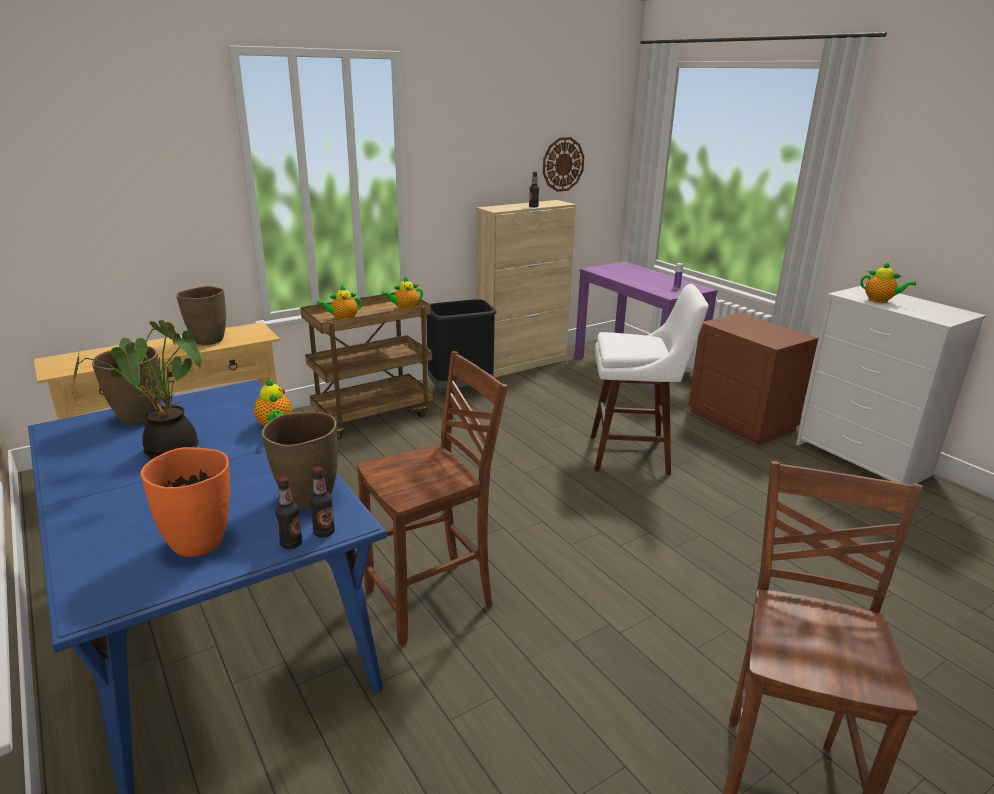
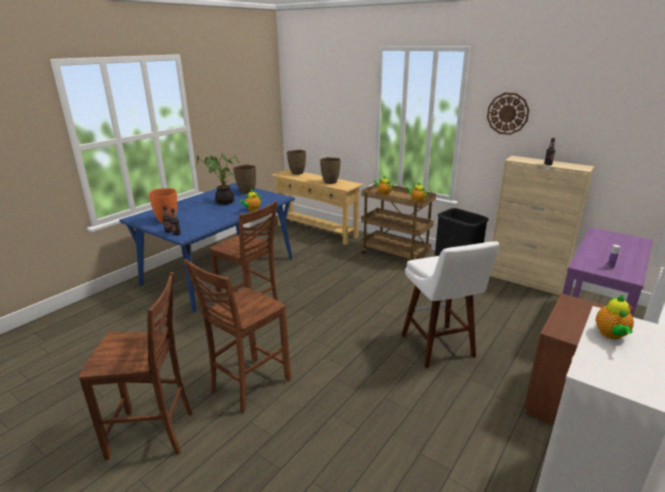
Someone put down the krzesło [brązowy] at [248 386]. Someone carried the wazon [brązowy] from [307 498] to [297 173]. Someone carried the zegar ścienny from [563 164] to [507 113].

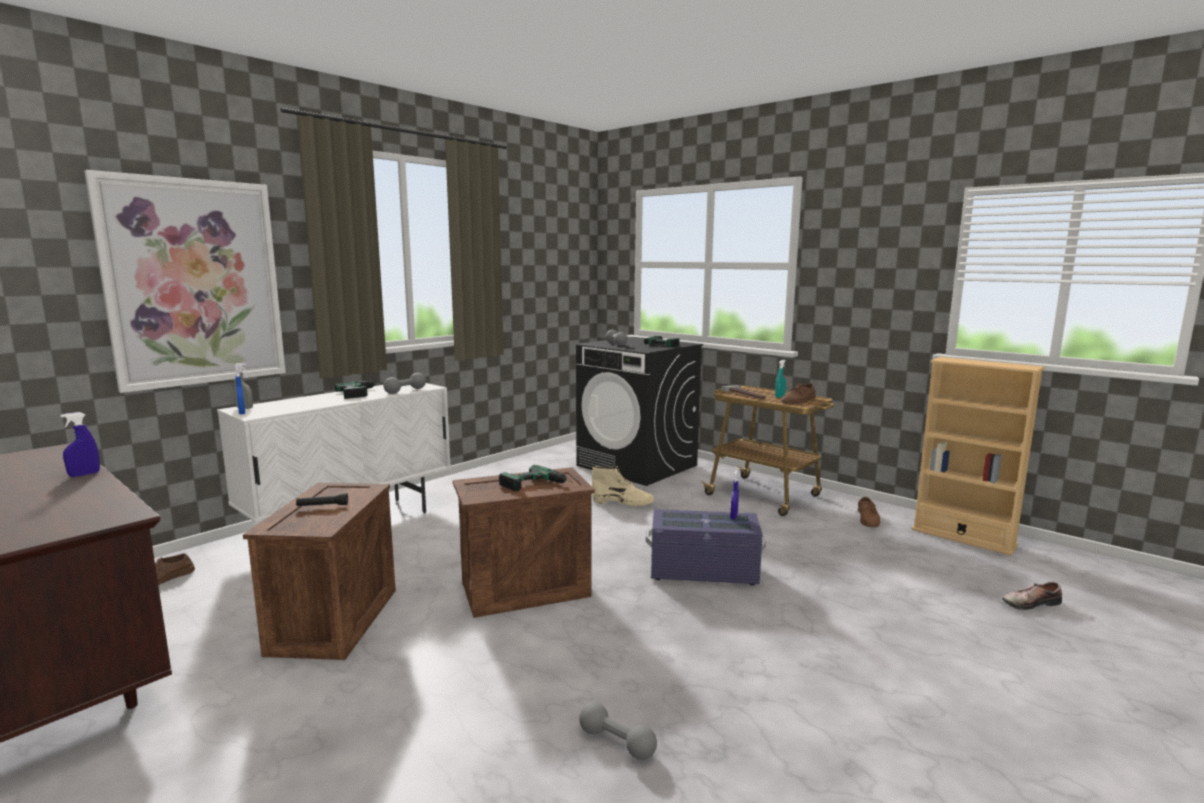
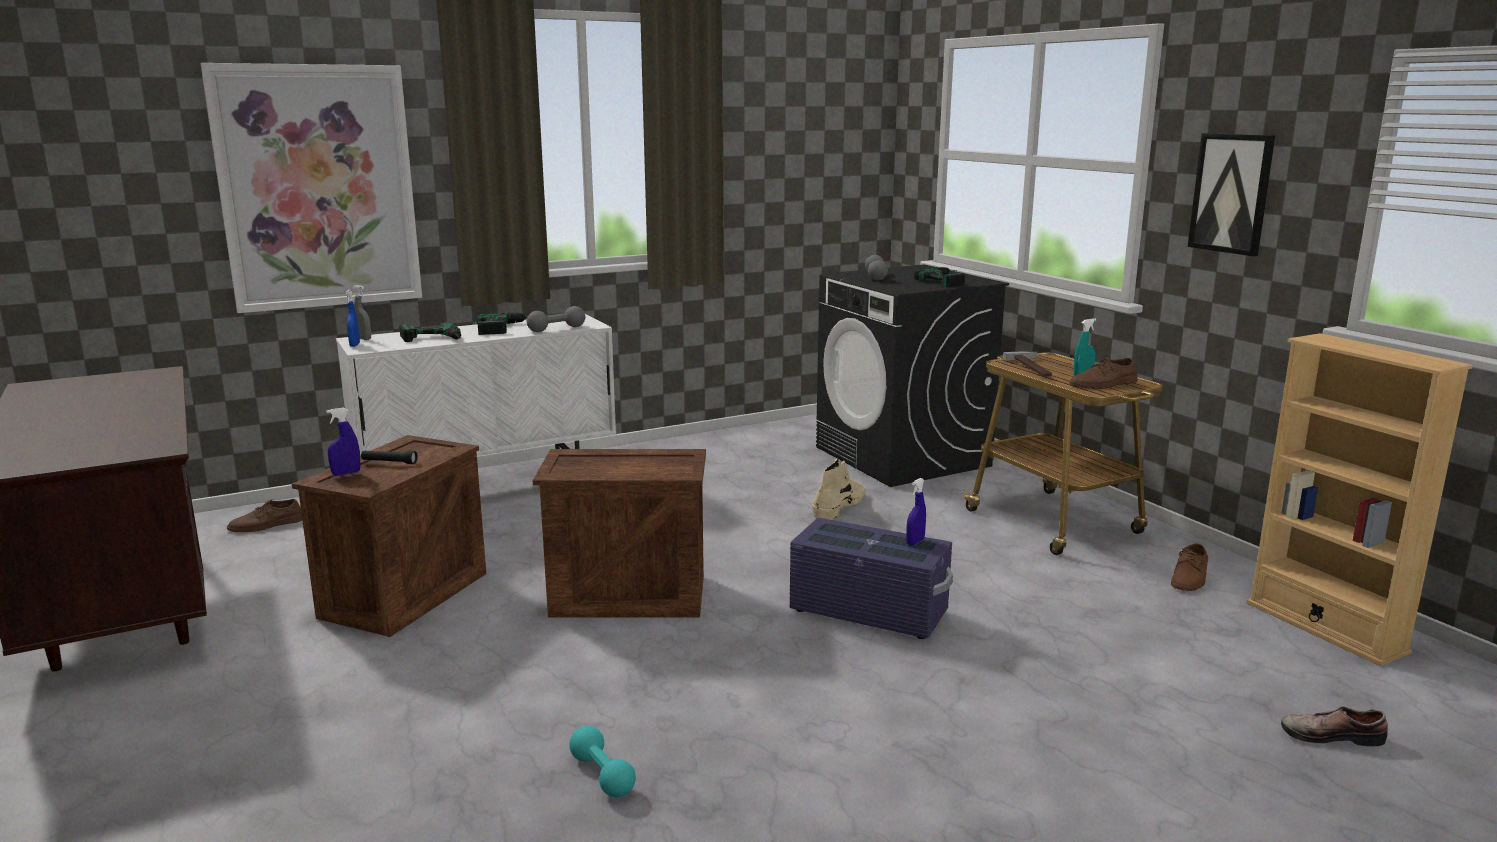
Someone carried the spryskiwacz [niebieski] from [84 474] to [346 473]. Someone carried the wiertarka from [538 486] to [433 340]. Someone repainted the hantel [szary] at [617 743], which became the hantel [turkusowy] at [602 775]. Someone rotated the but z cholewką [beżowy] at [623 502] by 90 degrees counterclockwise. Someone put up the obraz at [1231 193].

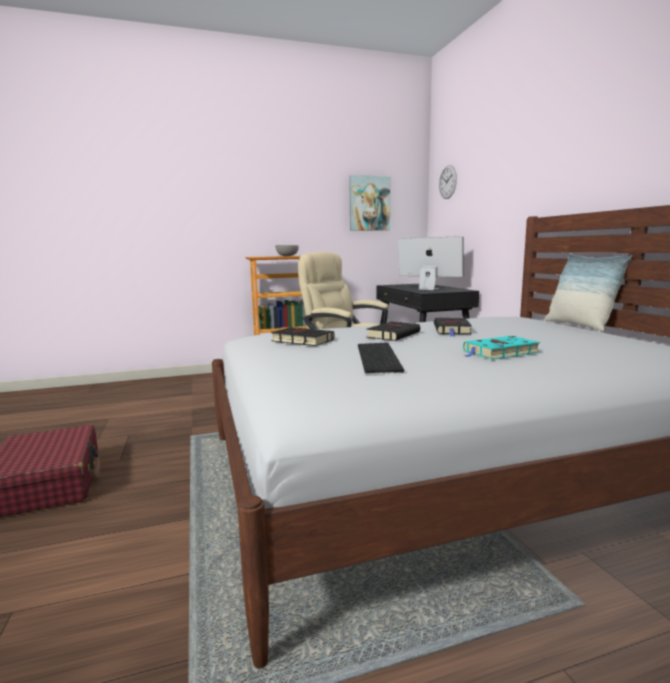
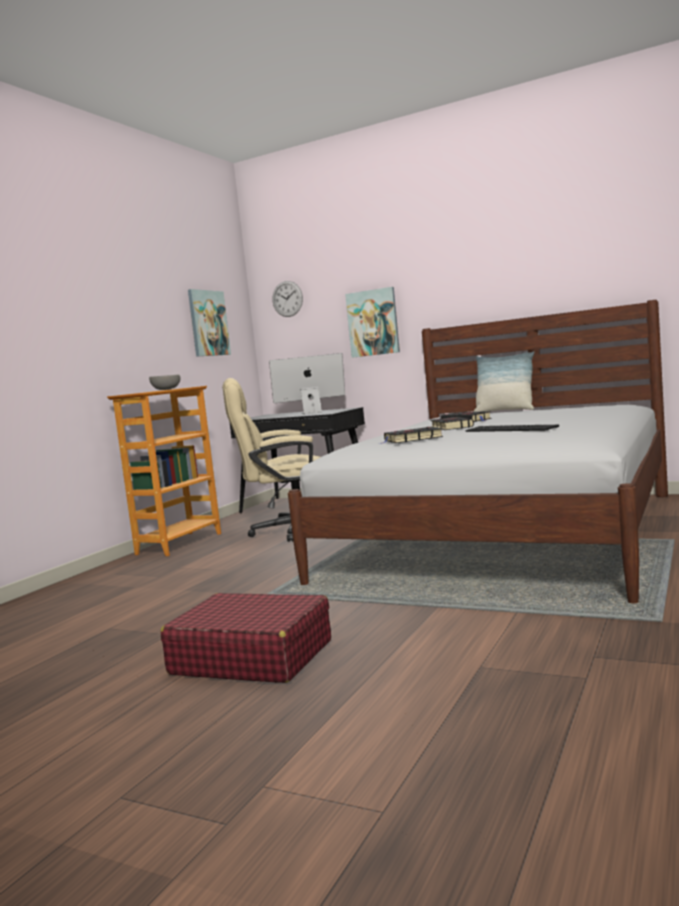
Someone put up the obraz at [373 322]. Someone took away the książka [turkusowy] at [499 352].

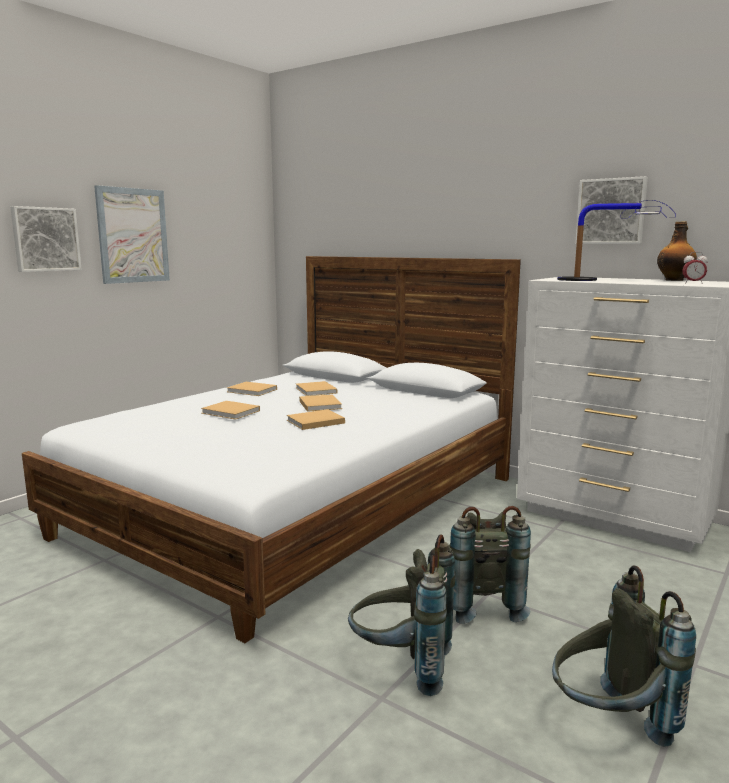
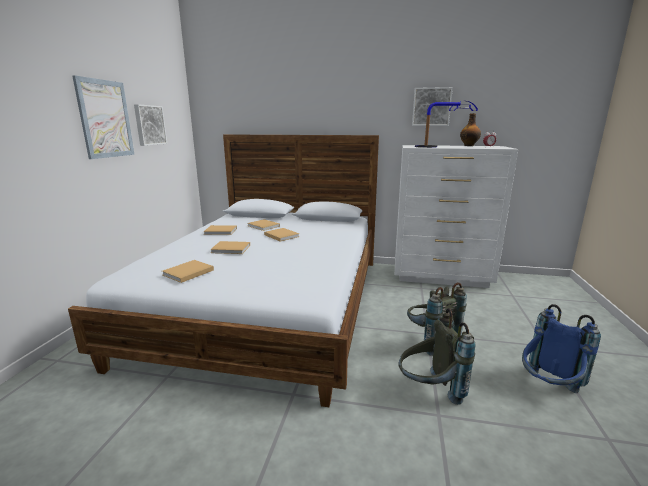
Someone carried the obraz from [45 239] to [149 125]. Someone carried the książka [beżowy] from [314 422] to [187 273]. Someone repainted the plecak [szary] at [609 724], which became the plecak [niebieski] at [547 390].

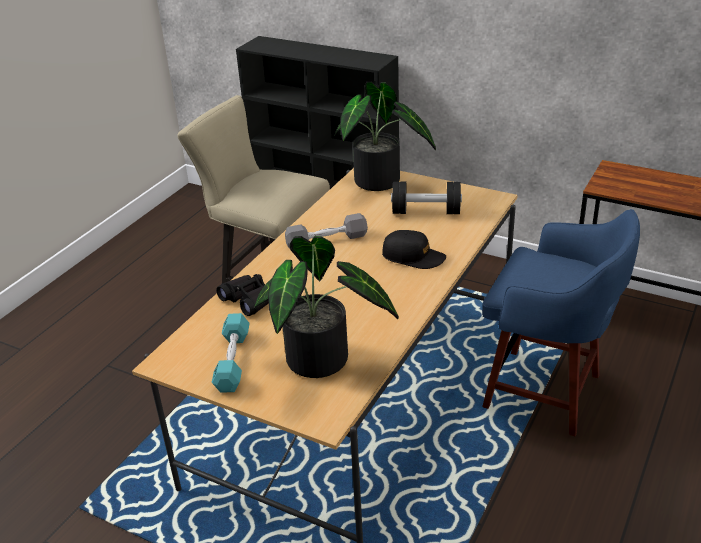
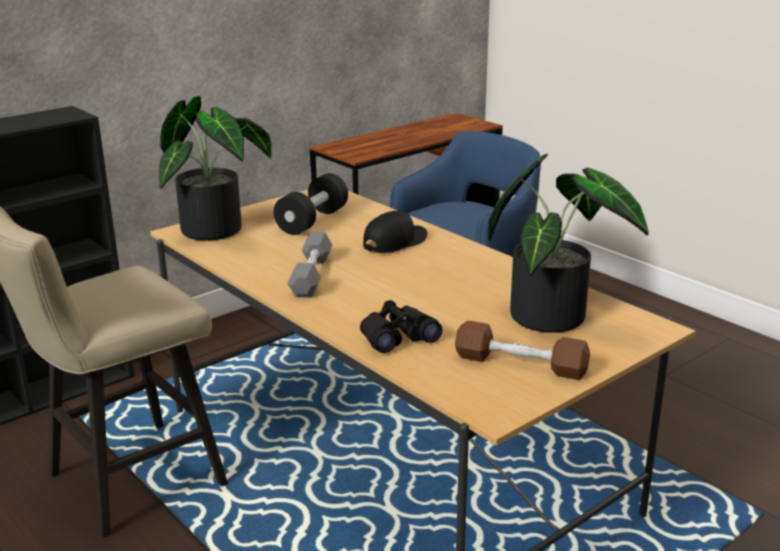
Someone repainted the hantel [turkusowy] at [233 361], which became the hantel [brązowy] at [520 364].

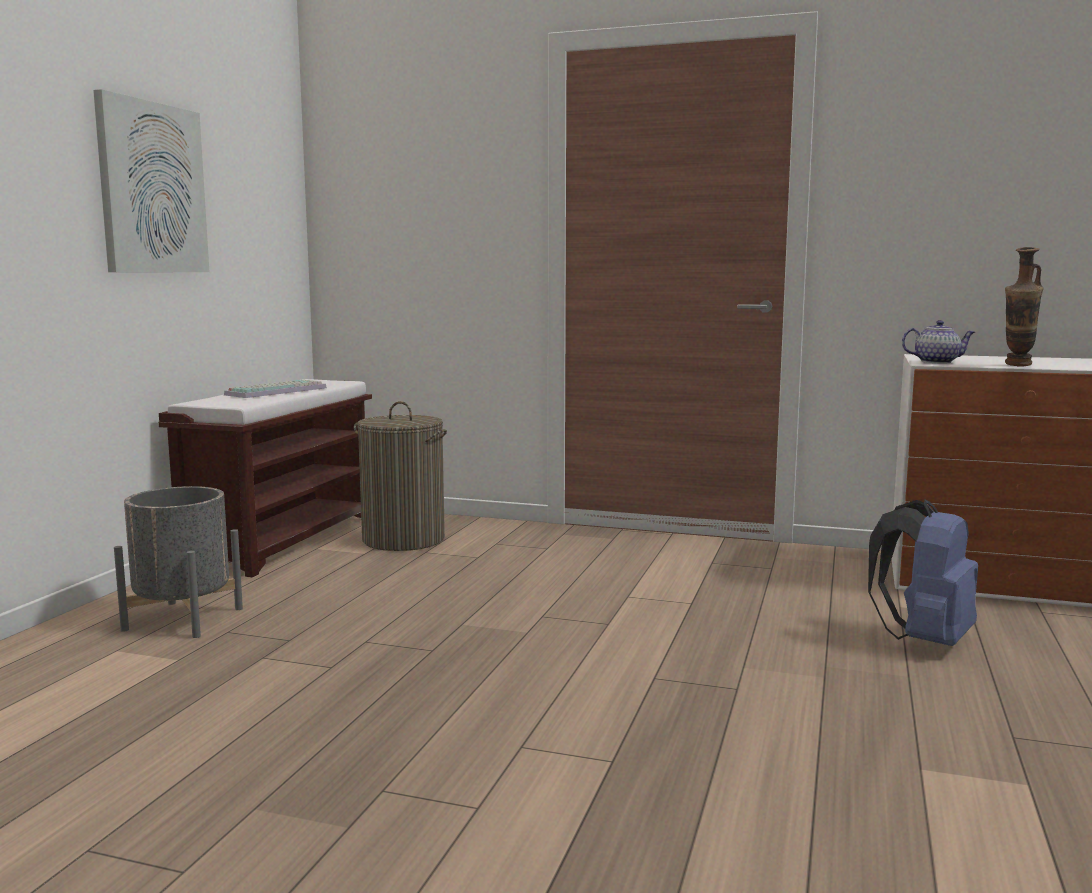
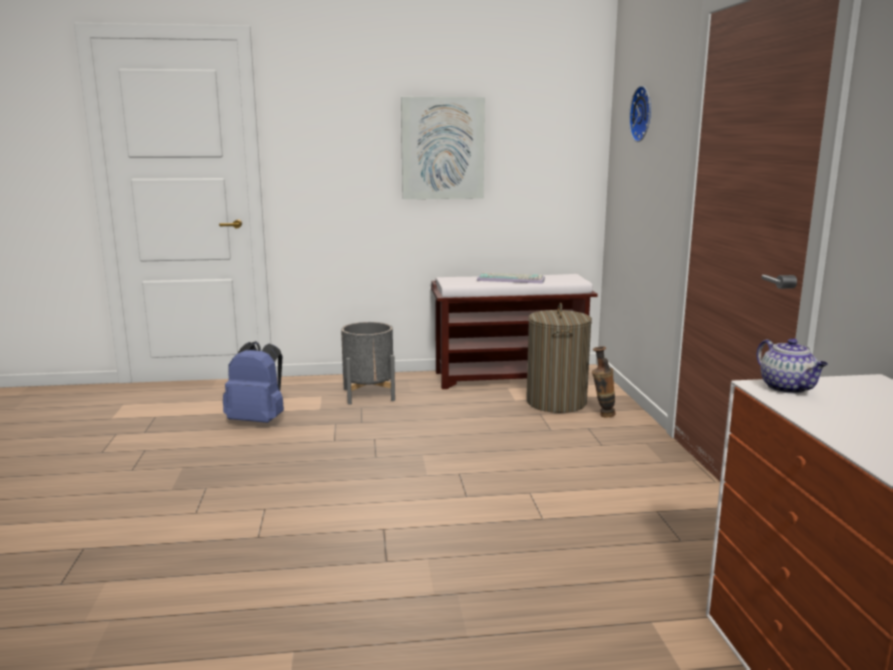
Someone carried the plecak [niebieski] from [924 639] to [258 421]. Someone carried the wazon from [1017 366] to [602 415]. Someone put up the zegar ścienny at [643 114].

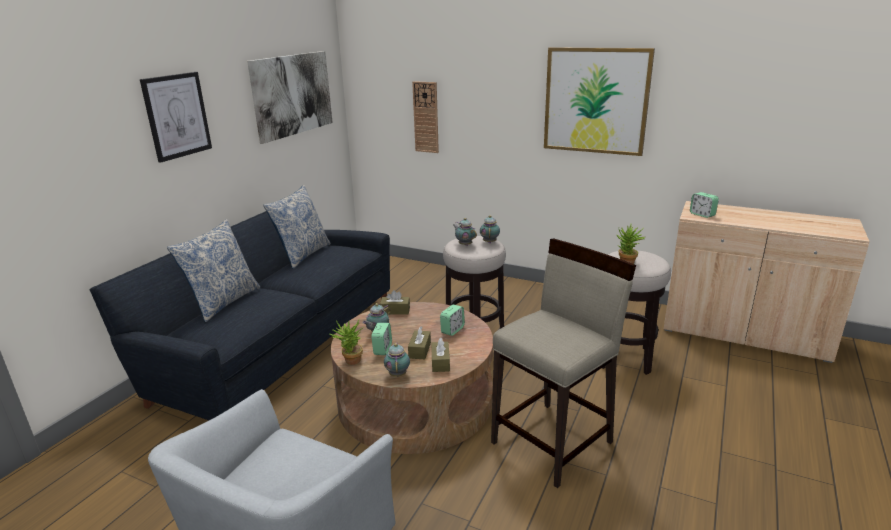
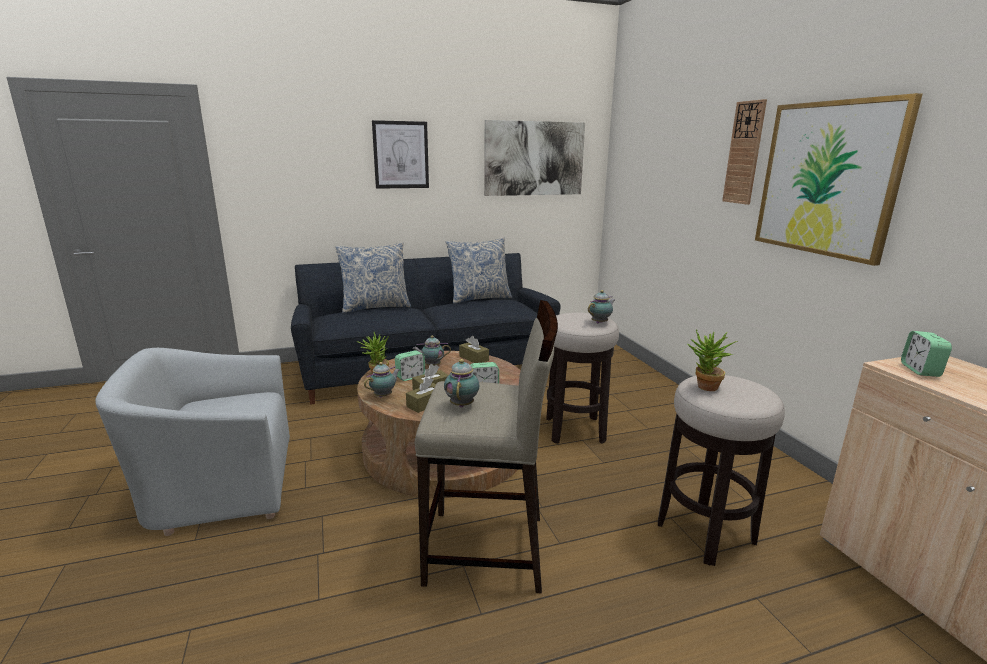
Someone carried the imbryk from [464 244] to [462 404]. Someone carried the zegar ścienny from [426 117] to [744 153].

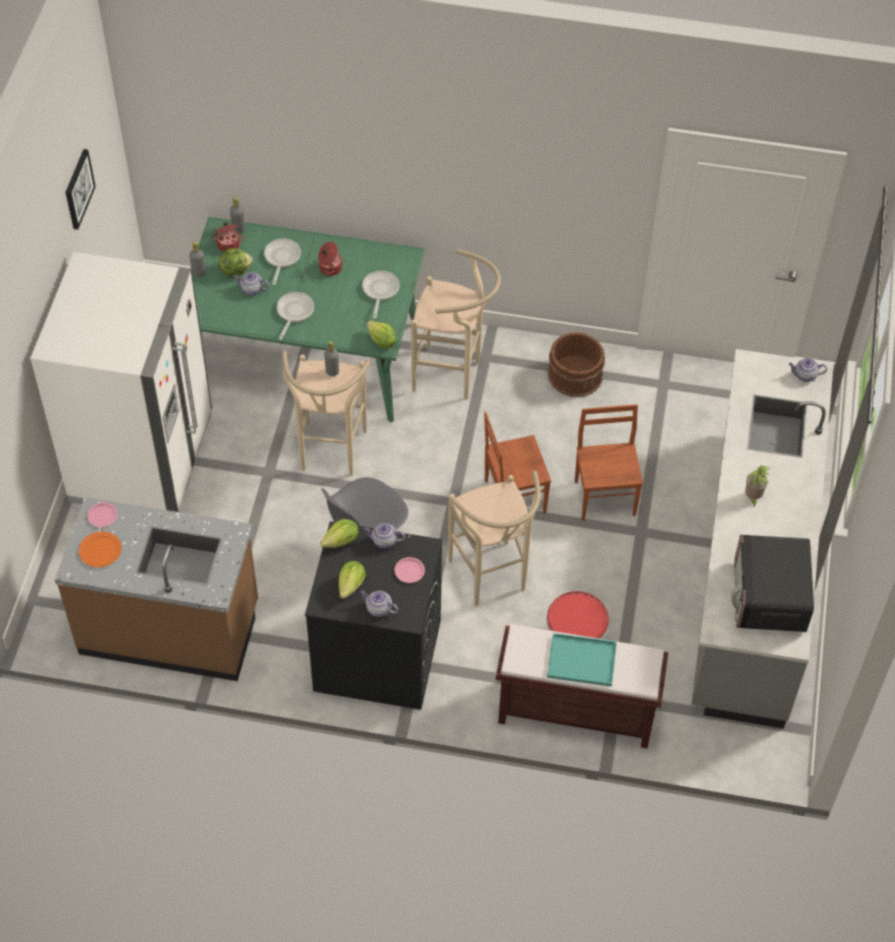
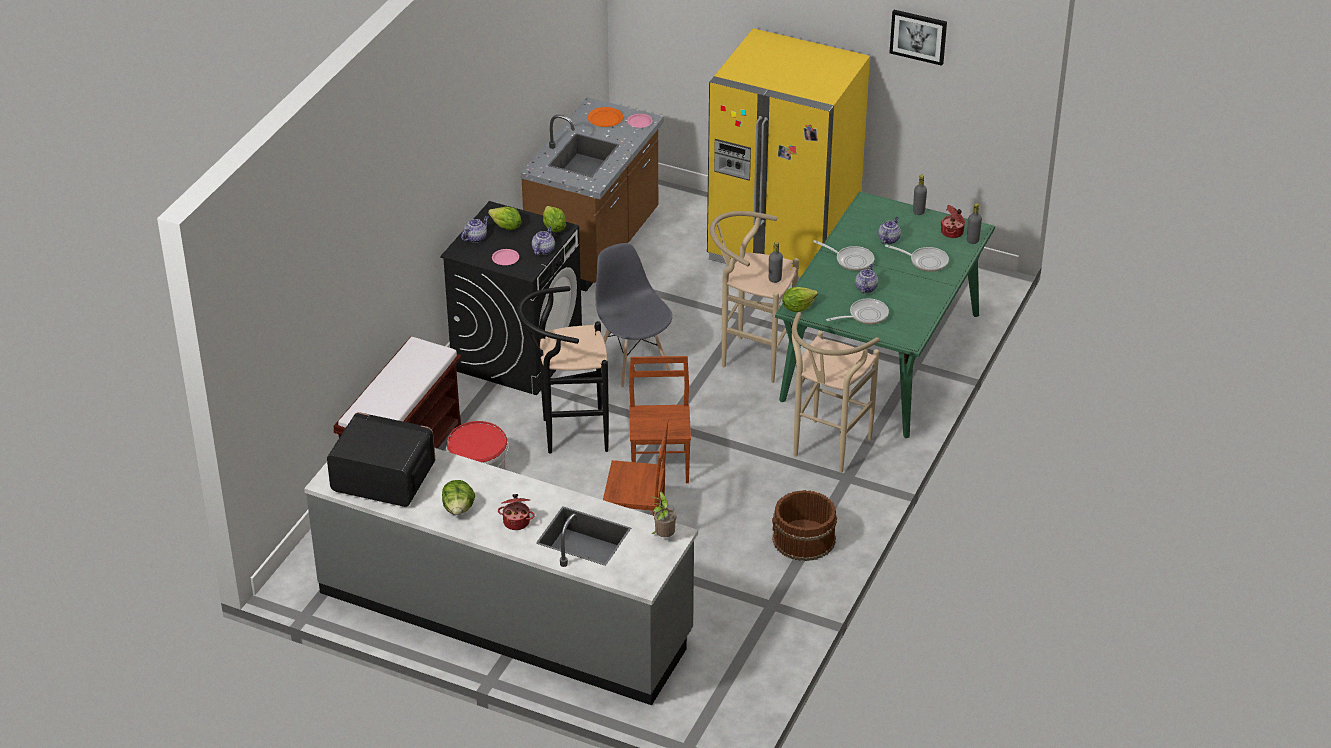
Someone carried the sałata from [235 270] to [459 509]. Someone carried the garnek from [329 268] to [516 521]. Someone repainted the stołek [beżowy] at [491 580], which became the stołek [czarny] at [567 434]. Someone carried the roślina doniczkowa from [752 497] to [663 536]. Someone repainted the lodówka [biały] at [142 459], which became the lodówka [żółty] at [783 248]. Someone rotated the patelnia at [380 291] by 45 degrees counterclockwise. Someone carried the imbryk from [804 376] to [866 288]. Someone took away the taca [turkusowy] at [580 661].

